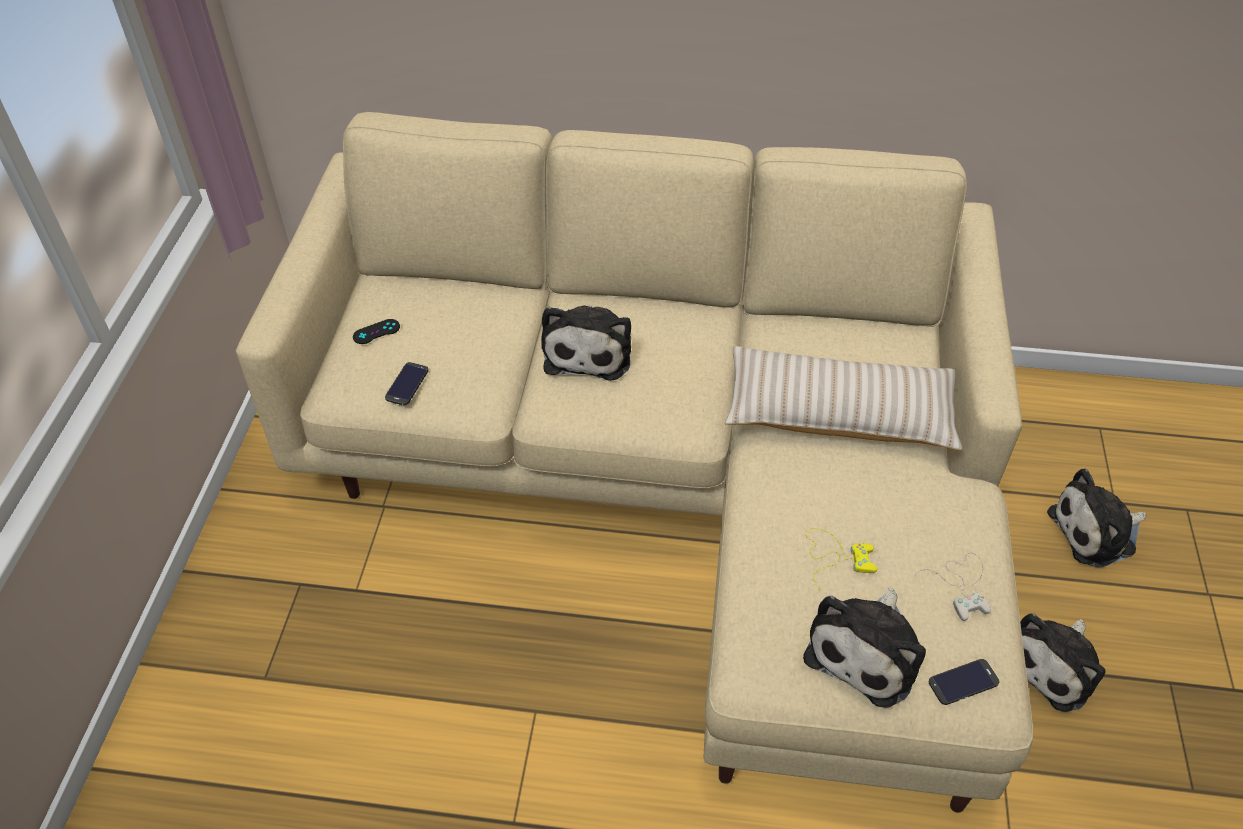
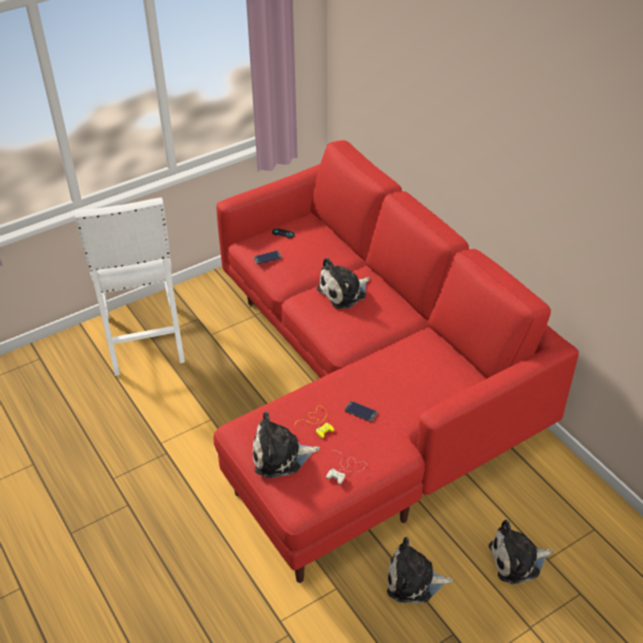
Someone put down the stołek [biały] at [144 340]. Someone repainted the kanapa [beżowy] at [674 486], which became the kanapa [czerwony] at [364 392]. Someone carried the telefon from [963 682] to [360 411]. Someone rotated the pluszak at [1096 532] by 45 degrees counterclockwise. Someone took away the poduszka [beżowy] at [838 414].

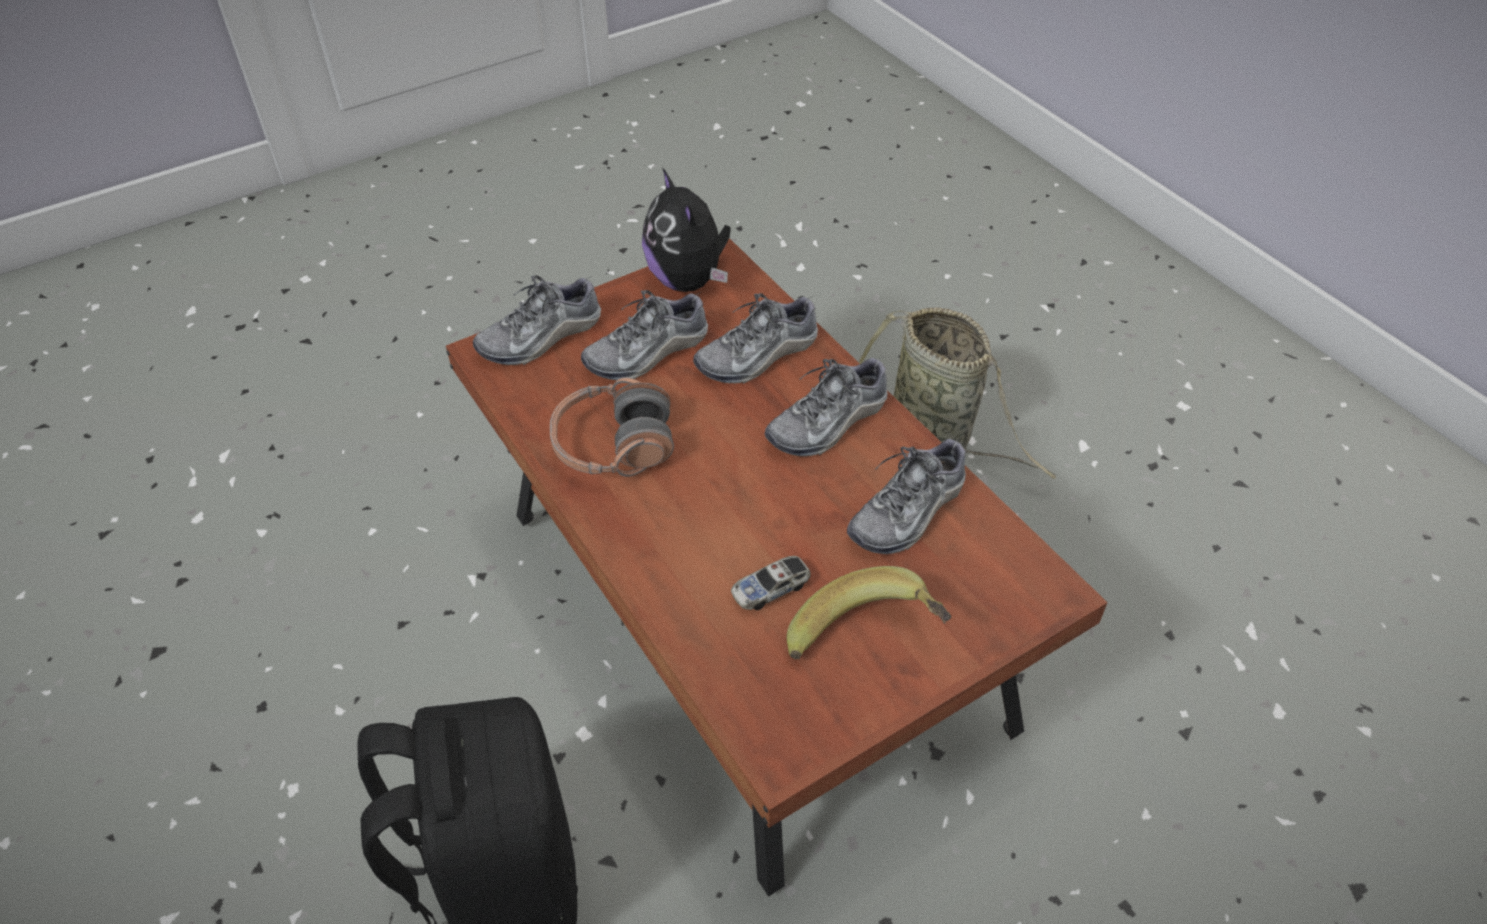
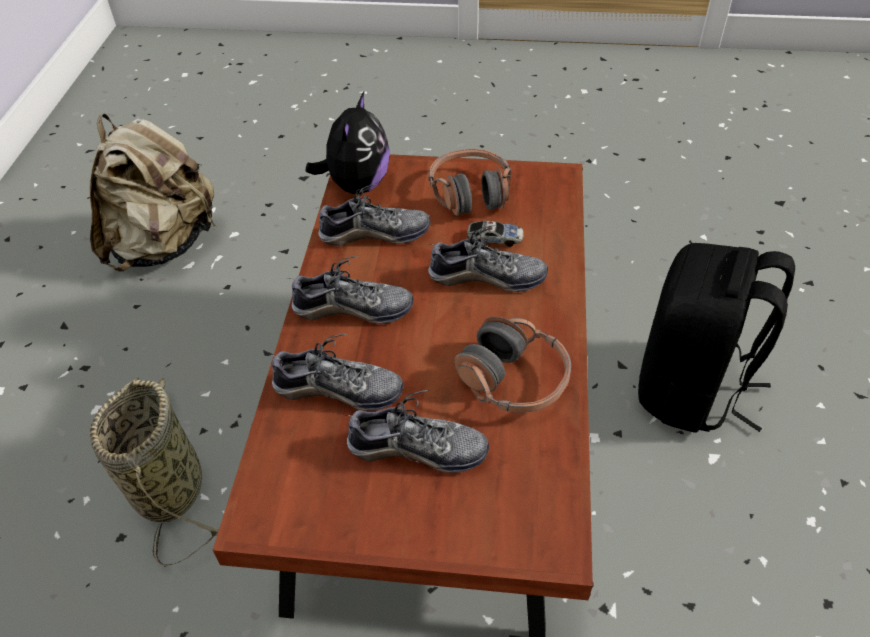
Someone put down the plecak [beżowy] at [164 244]. Someone carried the pluszak from [689 280] to [356 185]. Someone swapped the banan at [867 642] for the słuchawki at [470 193]. Someone carried the but from [541 337] to [487 277].

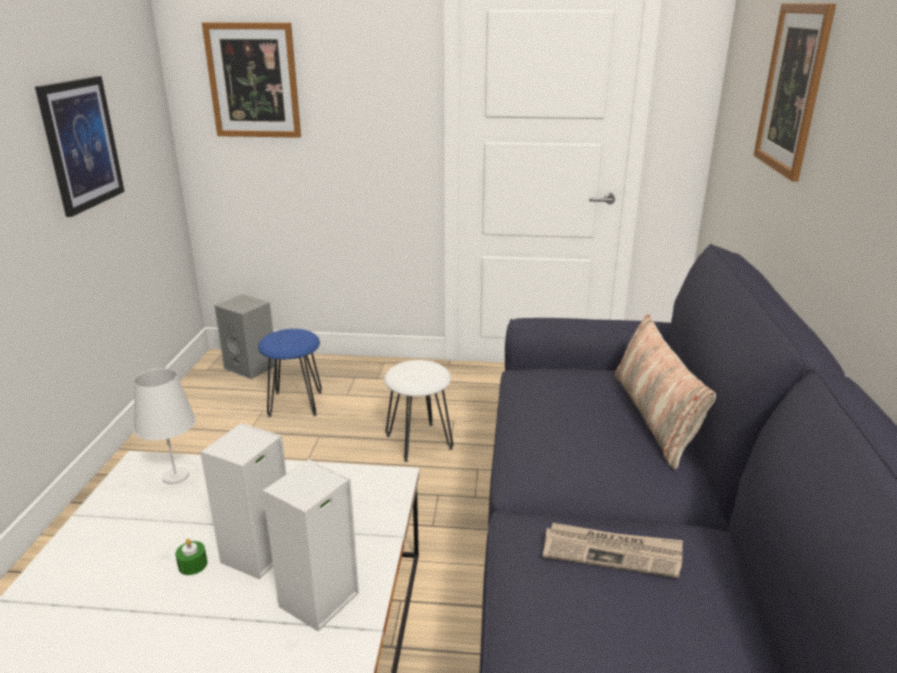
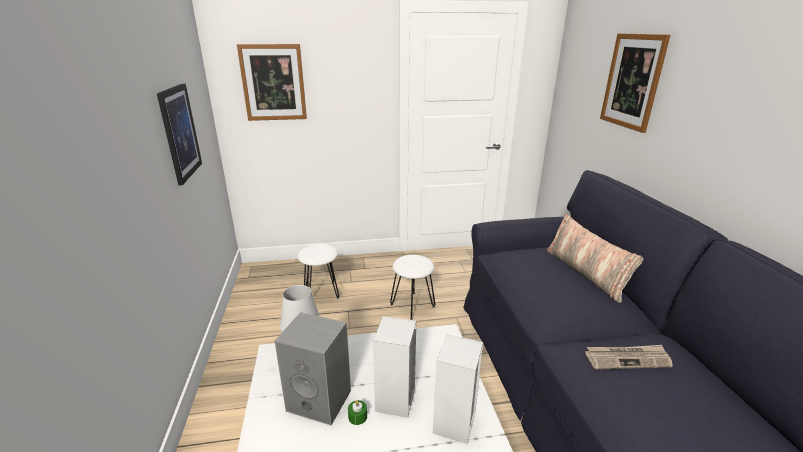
Someone carried the głośnik [szary] from [252 367] to [321 400]. Someone repainted the stołek [niebieski] at [296 404], which became the stołek [biały] at [321 292].

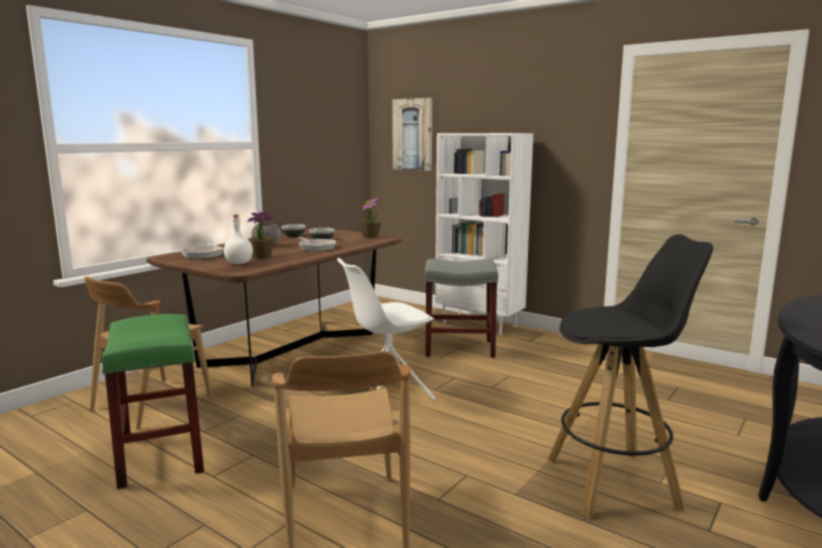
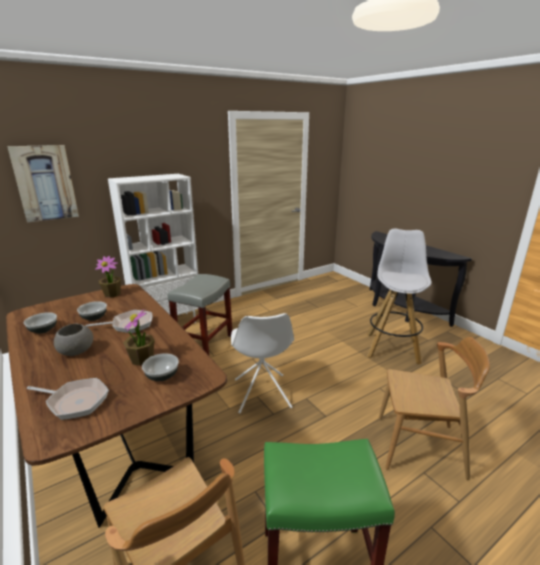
Someone swapped the butelka [biały] at [238 263] for the miska at [161 376]. Someone repainted the stołek [czarny] at [614 483], which became the stołek [biały] at [392 347].

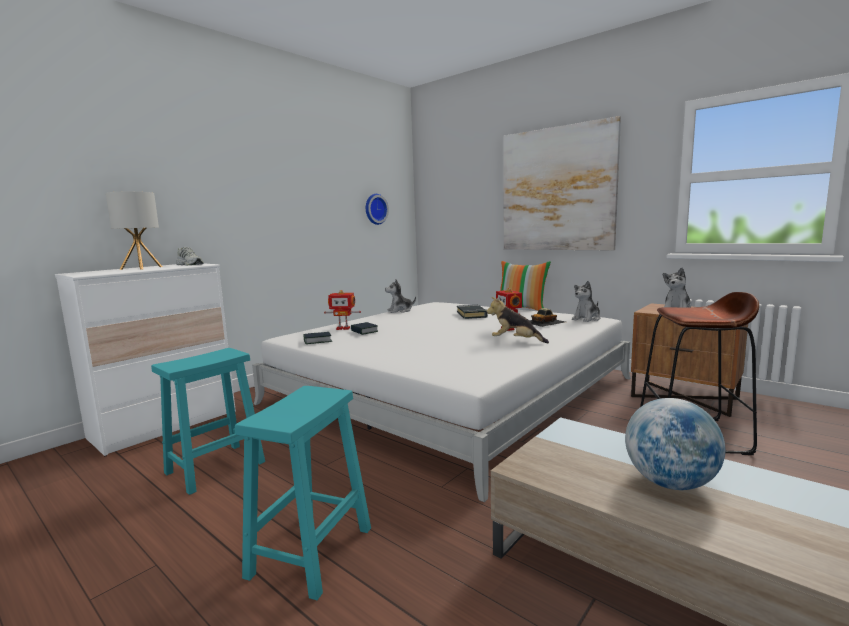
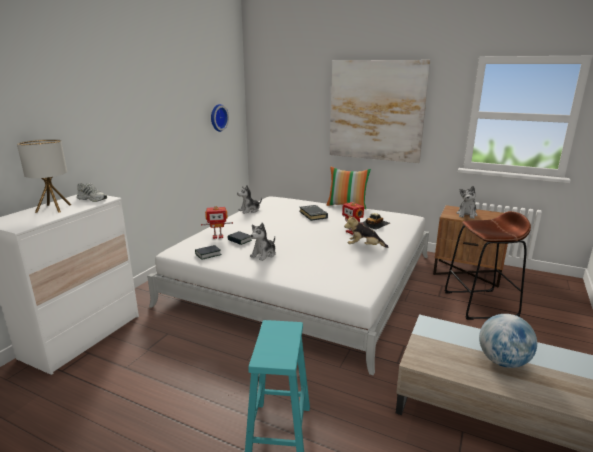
Someone carried the pluszak from [587 319] to [264 254]. Someone took away the stołek [turkusowy] at [217 467].

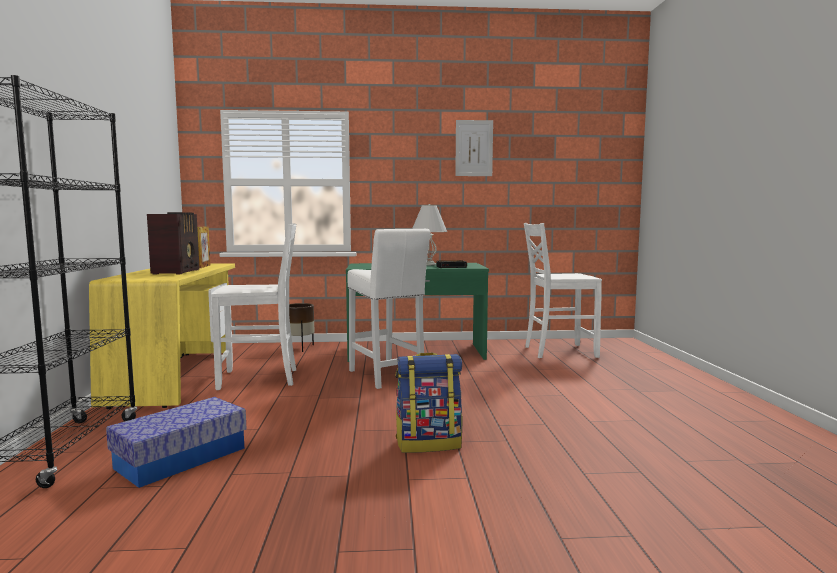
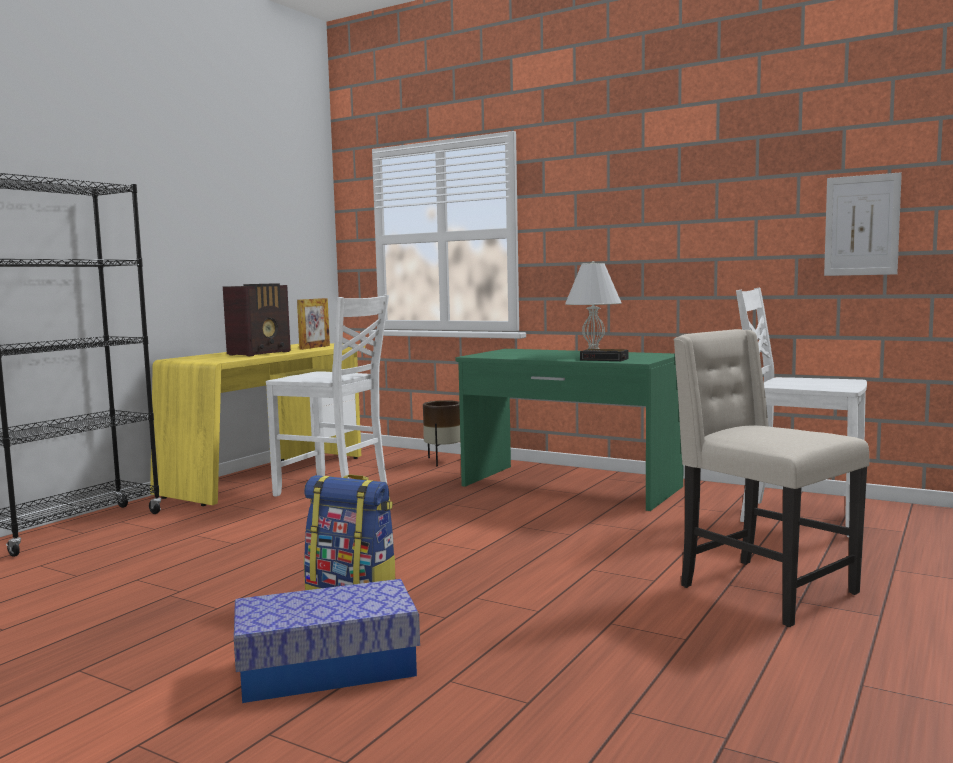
Someone carried the pojemnik do przechowywania from [181 458] to [327 668]. Someone put down the krzesło [beżowy] at [763 590]. Someone carried the obraz from [474 148] to [861 225]. Someone took away the stołek [biały] at [387 376].

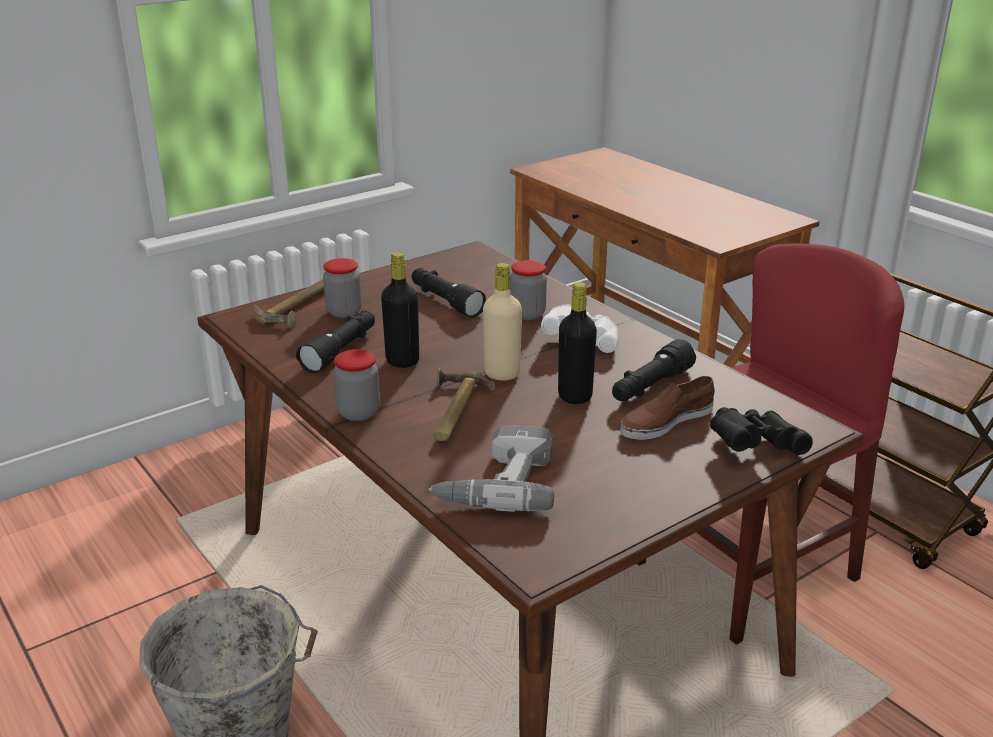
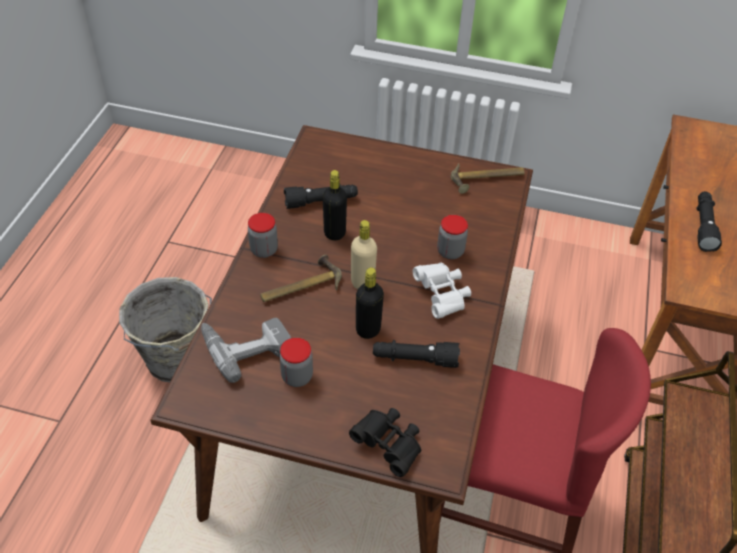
Someone carried the słoik from [344 312] to [297 376]. Someone carried the młotek from [300 307] to [487 180]. Someone carried the latarka [czarny] from [445 301] to [703 226]. Someone took away the but [brązowy] at [666 421].

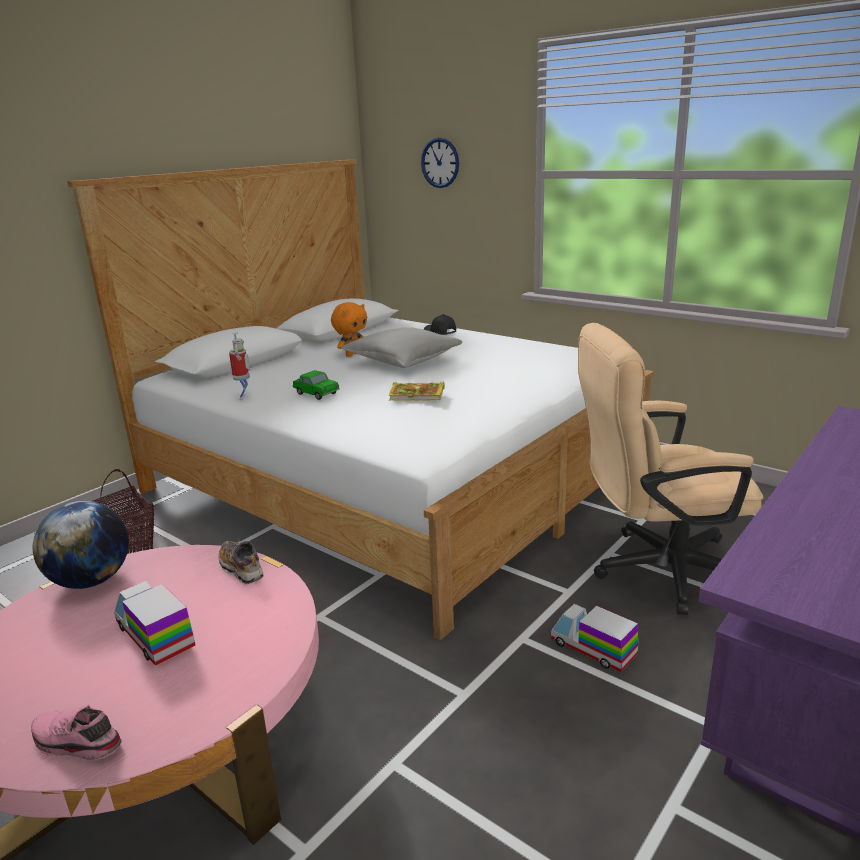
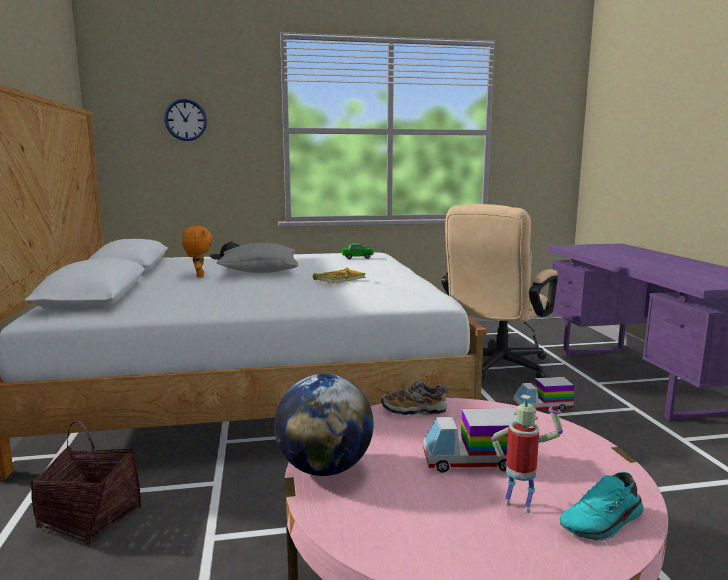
Someone carried the samochodzik from [316 394] to [357 257]. Someone carried the robot zabawkowy from [244 397] to [519 505]. Someone repainted the but [różowy] at [75 744], which became the but [turkusowy] at [603 523].

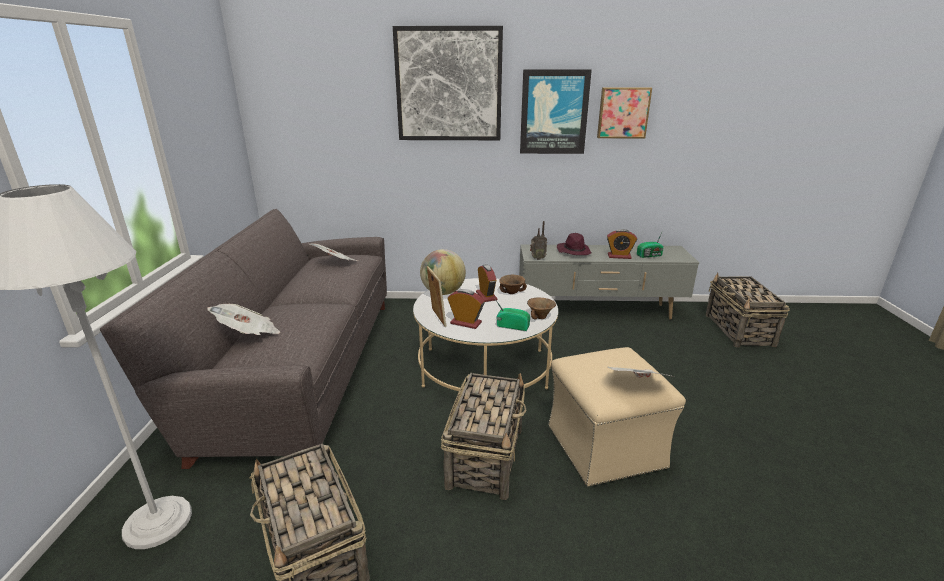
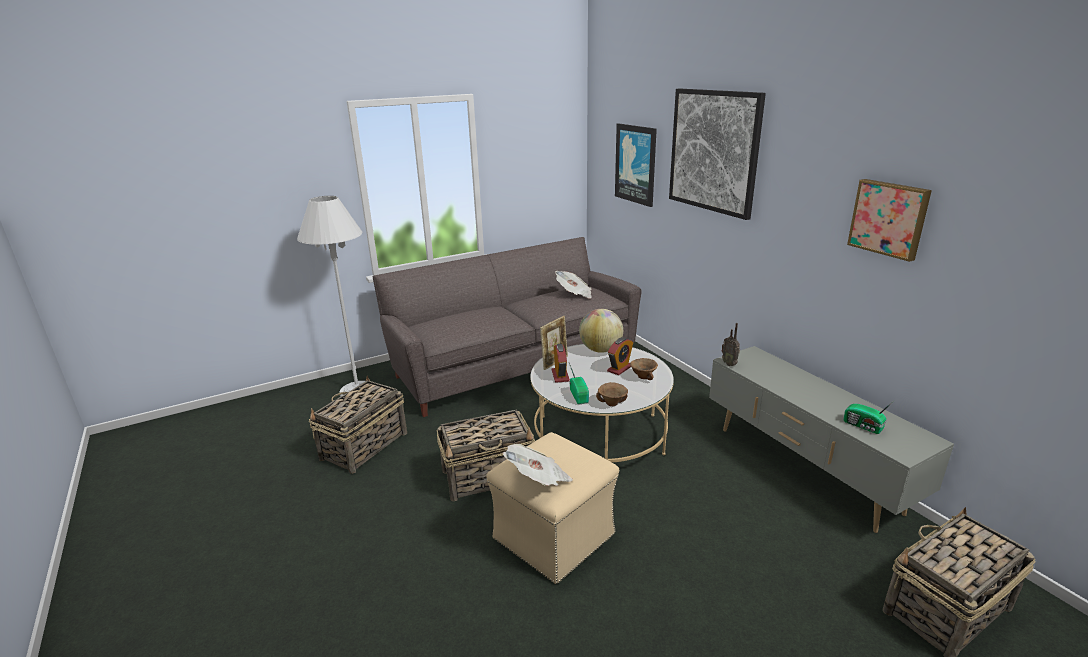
Someone carried the obraz from [554 112] to [636 164]. Someone took away the gazeta at [249 334]. Someone took away the kapelusz [fioletowy] at [573 251]. Someone took away the budzik at [619 256].

